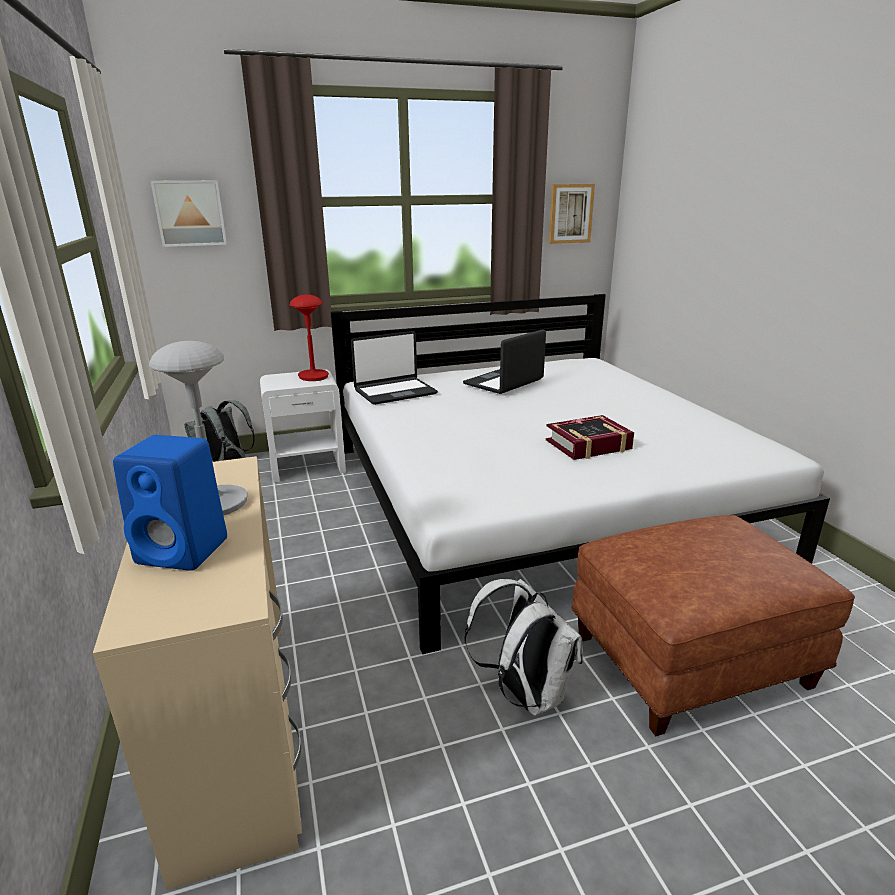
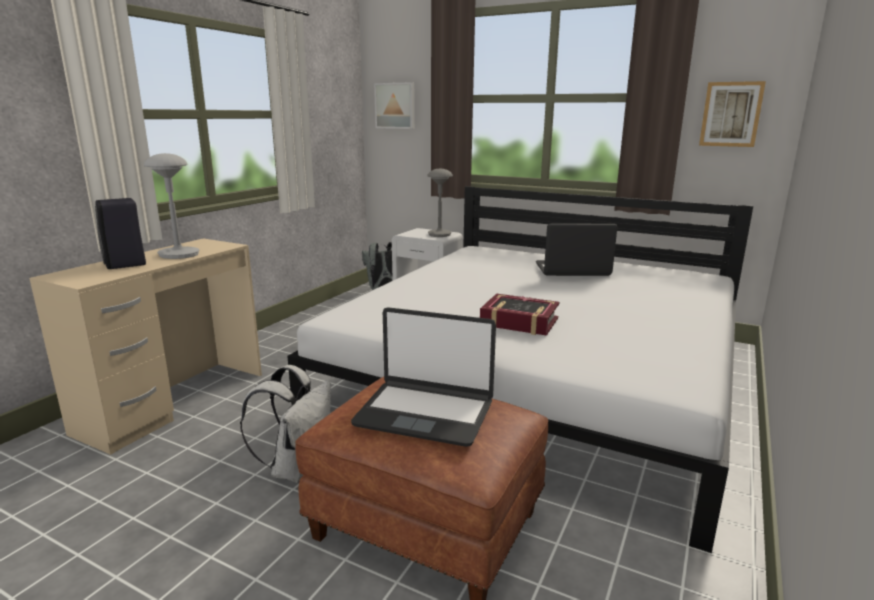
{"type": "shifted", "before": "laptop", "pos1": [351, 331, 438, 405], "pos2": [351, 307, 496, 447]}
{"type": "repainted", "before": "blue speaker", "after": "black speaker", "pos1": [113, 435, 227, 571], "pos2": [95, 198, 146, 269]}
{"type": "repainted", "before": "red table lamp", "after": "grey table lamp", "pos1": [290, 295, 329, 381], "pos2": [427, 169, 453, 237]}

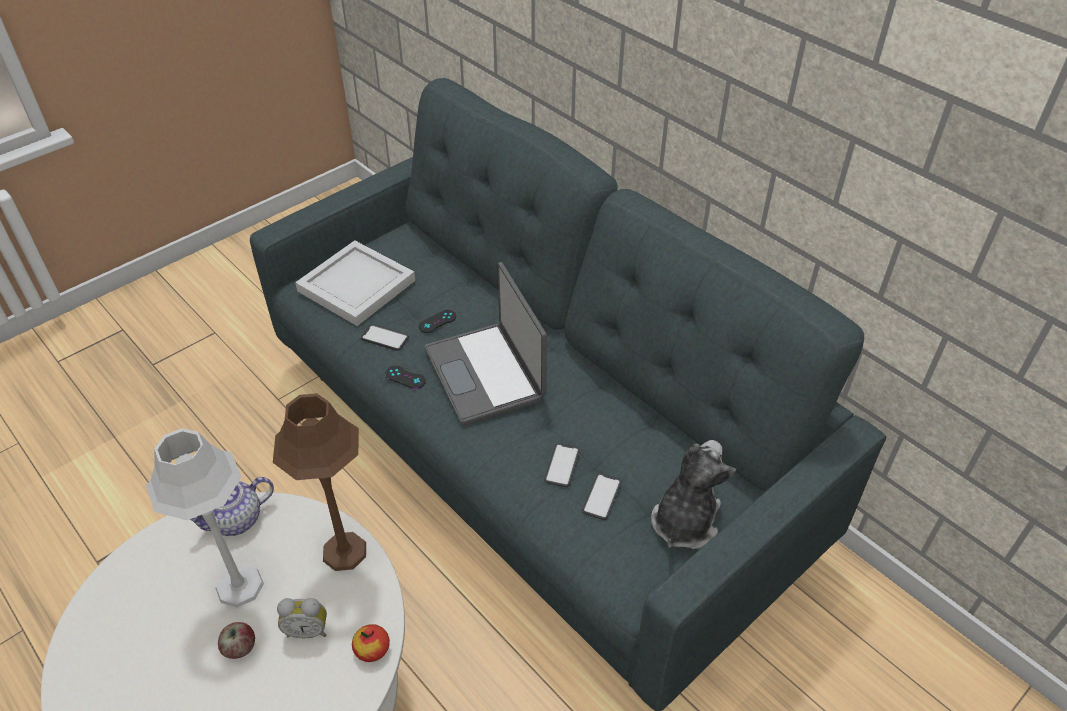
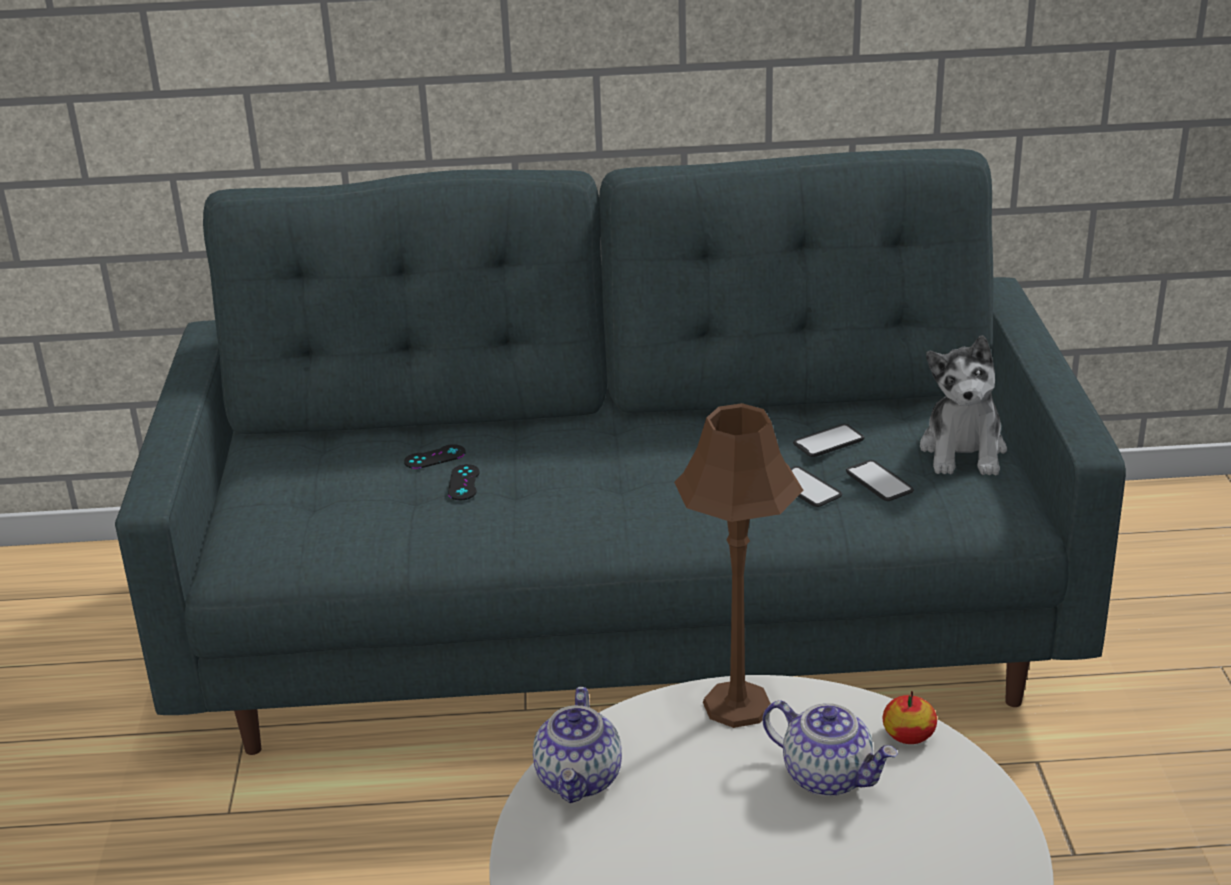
{"type": "gone", "before": "grey table lamp", "pos1": [146, 428, 264, 608]}
{"type": "gone", "before": "apple", "pos1": [218, 622, 255, 659]}
{"type": "gone", "before": "white tray", "pos1": [295, 240, 415, 326]}
{"type": "gone", "before": "laptop", "pos1": [425, 262, 547, 425]}
{"type": "shifted", "before": "phone", "pos1": [361, 324, 409, 351], "pos2": [793, 424, 865, 457]}
{"type": "shifted", "before": "black game controller", "pos1": [385, 366, 426, 389], "pos2": [404, 444, 466, 469]}
{"type": "swapped", "before": "alarm clock", "after": "teapot", "pos1": [277, 598, 327, 638], "pos2": [763, 700, 898, 796]}
{"type": "rotated", "before": "plush toy", "pos1": [651, 440, 736, 549], "pos2": [920, 335, 1007, 475], "turn": -150}

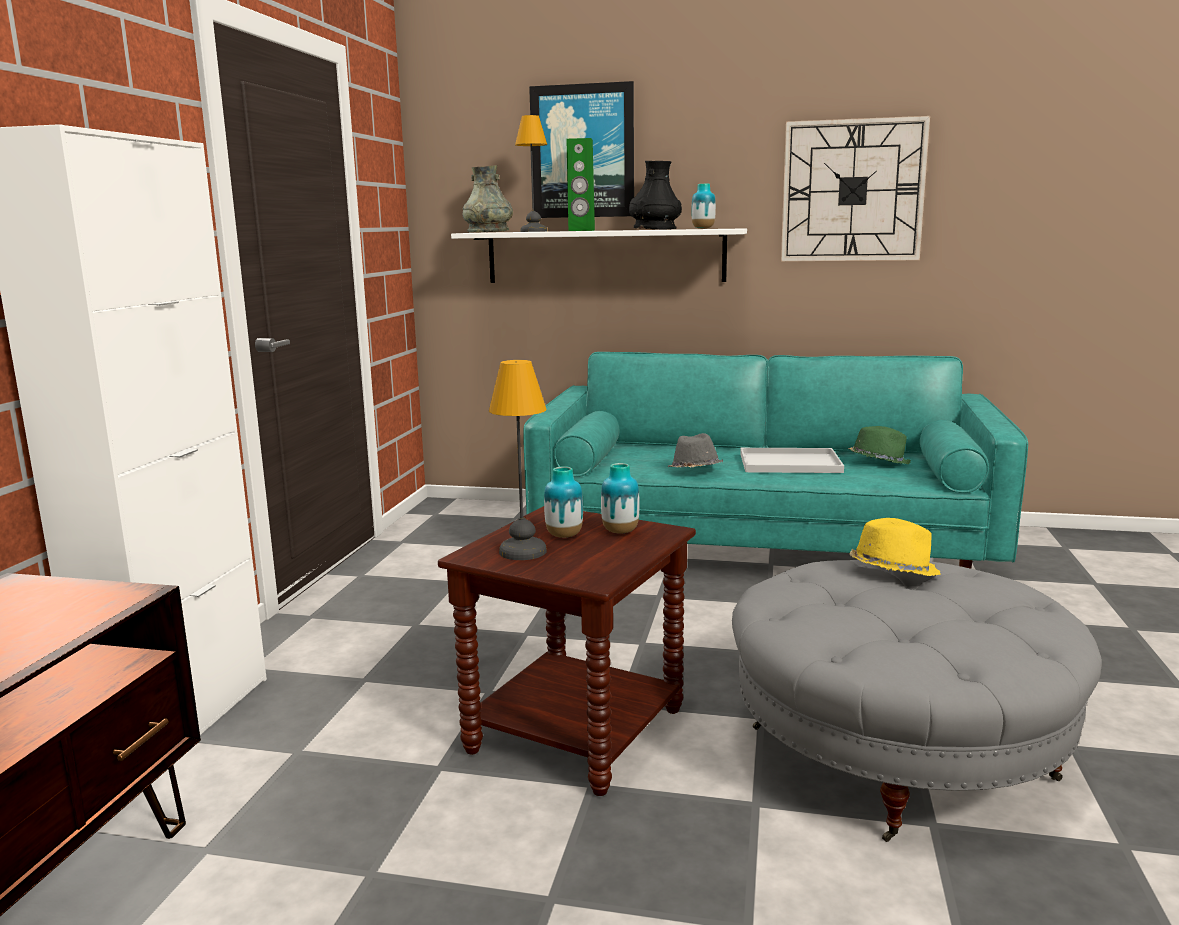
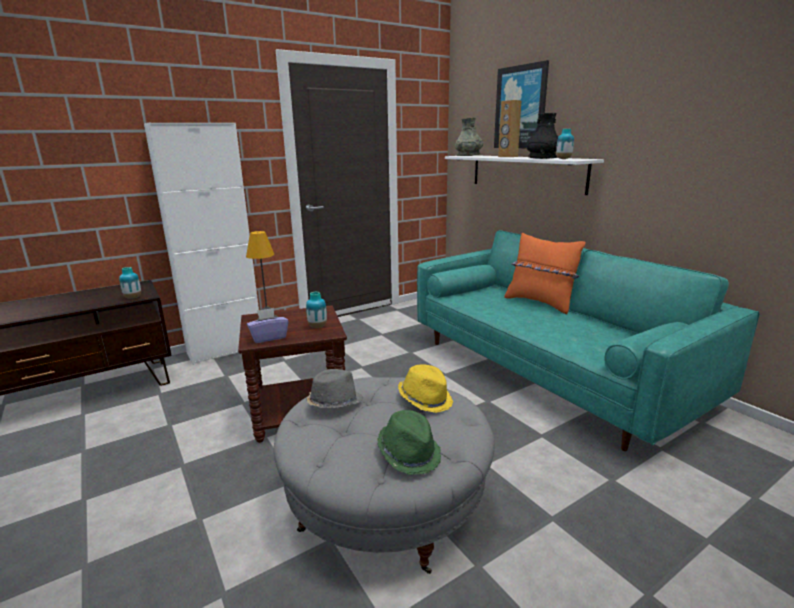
{"type": "gone", "before": "table lamp", "pos1": [515, 115, 547, 232]}
{"type": "gone", "before": "white tray", "pos1": [740, 448, 844, 473]}
{"type": "gone", "before": "wall clock", "pos1": [781, 116, 930, 261]}
{"type": "new", "after": "purple tissue box", "pos2": [247, 308, 289, 343]}
{"type": "new", "after": "orange pillow", "pos2": [504, 232, 586, 314]}
{"type": "shifted", "before": "vase", "pos1": [544, 466, 583, 538], "pos2": [119, 267, 141, 299]}
{"type": "shifted", "before": "grey hat", "pos1": [668, 433, 723, 467], "pos2": [306, 369, 363, 408]}
{"type": "shifted", "before": "green hat", "pos1": [848, 426, 911, 464], "pos2": [377, 410, 441, 475]}
{"type": "repainted", "before": "green speaker", "after": "brown speaker", "pos1": [566, 138, 595, 231], "pos2": [498, 100, 521, 157]}

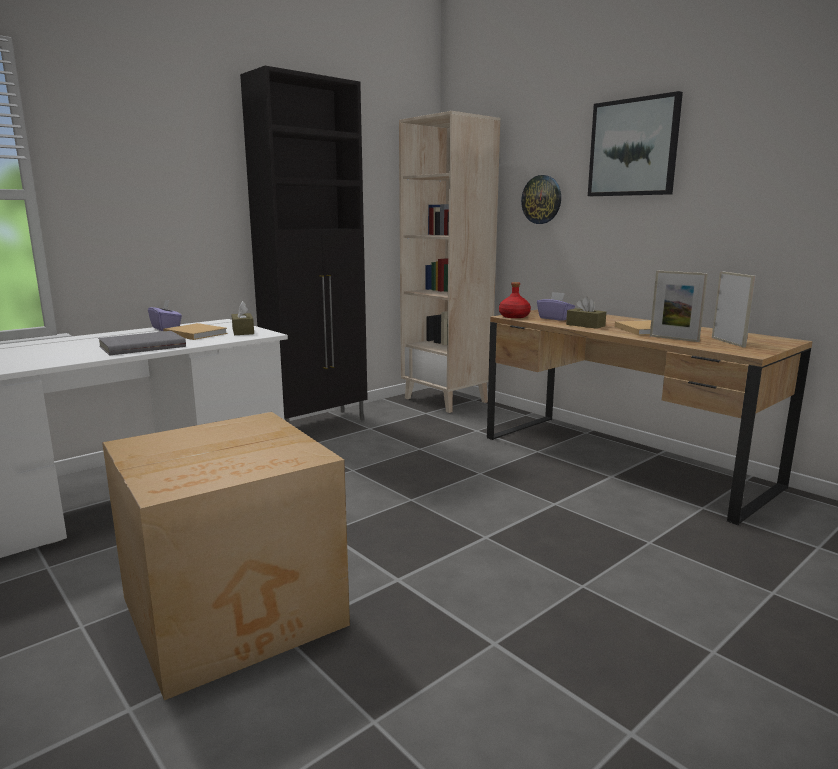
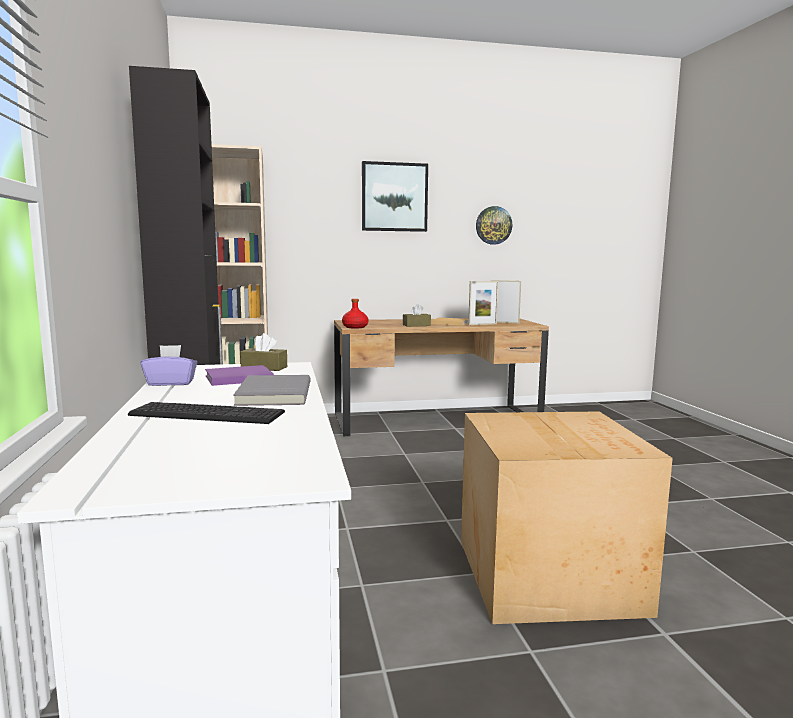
{"type": "gone", "before": "purple tissue box", "pos1": [537, 292, 575, 321]}
{"type": "new", "after": "keyboard", "pos2": [128, 402, 285, 424]}
{"type": "shifted", "before": "wall clock", "pos1": [521, 175, 561, 224], "pos2": [476, 206, 512, 245]}
{"type": "repainted", "before": "beige book", "after": "purple book", "pos1": [163, 323, 228, 340], "pos2": [205, 365, 274, 386]}

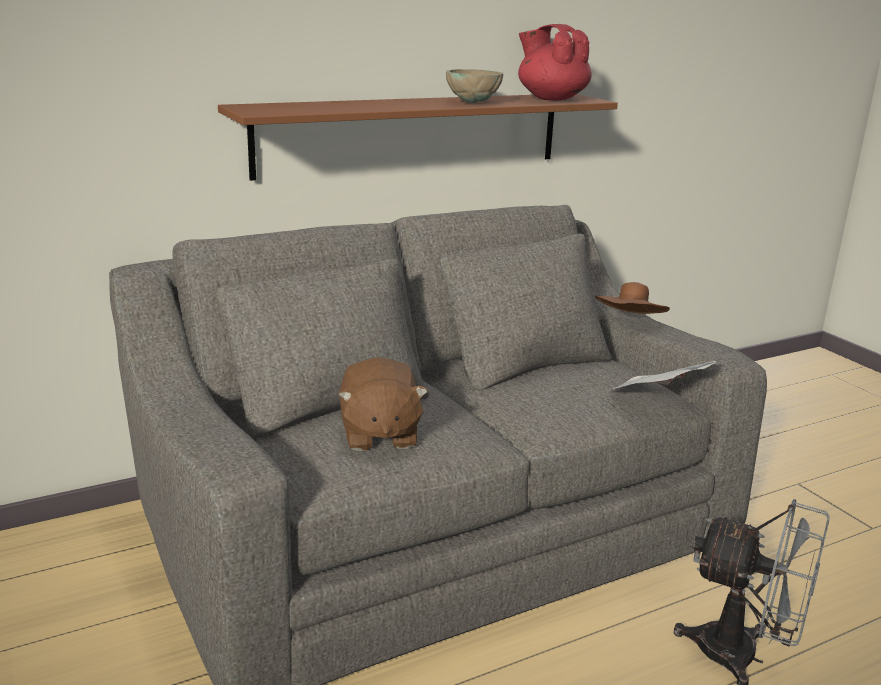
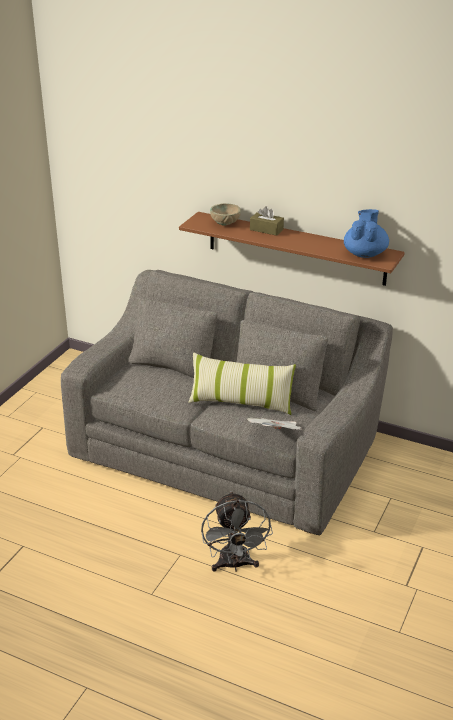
{"type": "gone", "before": "brown plush toy", "pos1": [338, 357, 428, 451]}
{"type": "gone", "before": "brown hat", "pos1": [595, 282, 670, 314]}
{"type": "new", "after": "pillow", "pos2": [188, 352, 296, 415]}
{"type": "new", "after": "brown tissue box", "pos2": [250, 206, 284, 236]}
{"type": "shifted", "before": "beige bowl", "pos1": [446, 69, 503, 103], "pos2": [210, 203, 241, 226]}
{"type": "repainted", "before": "red teapot", "after": "blue teapot", "pos1": [518, 24, 592, 101], "pos2": [344, 209, 389, 258]}

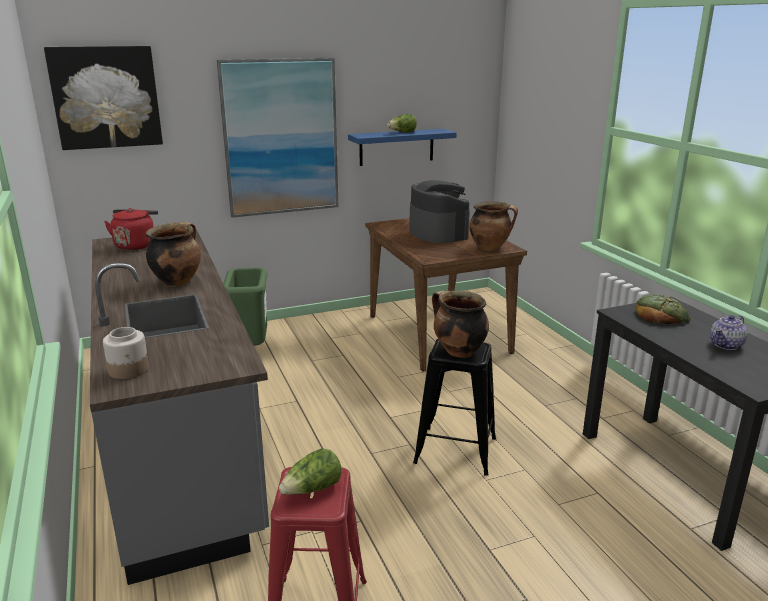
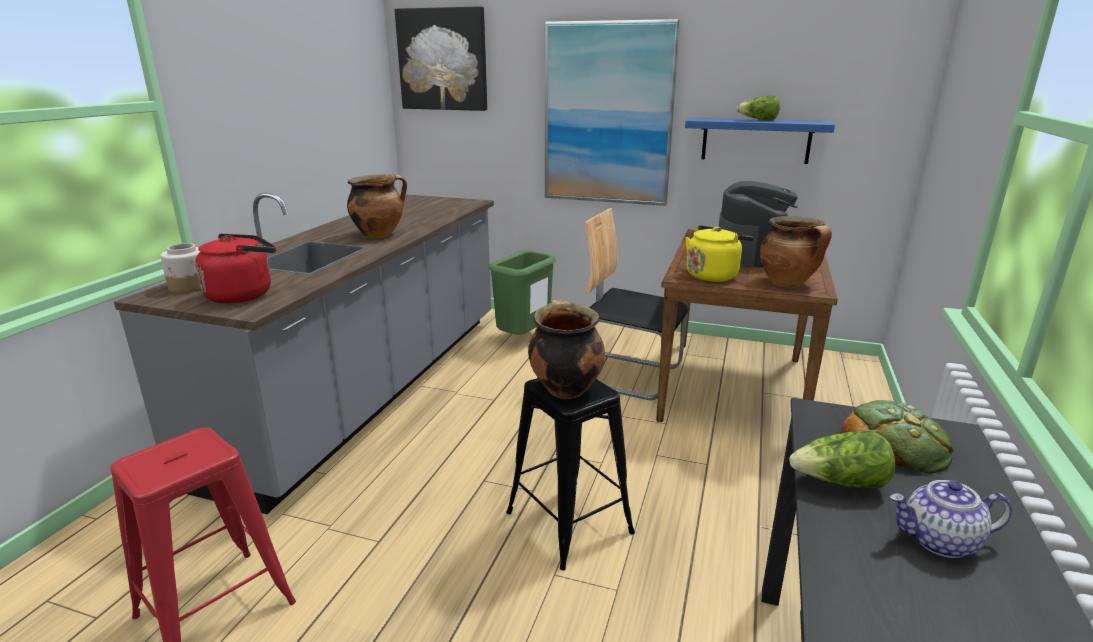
{"type": "new", "after": "chair", "pos2": [584, 208, 688, 400]}
{"type": "new", "after": "yellow kettle", "pos2": [685, 225, 754, 282]}
{"type": "shifted", "before": "red kettle", "pos1": [104, 208, 158, 250], "pos2": [195, 234, 276, 304]}
{"type": "shifted", "before": "lettuce", "pos1": [279, 448, 342, 495], "pos2": [789, 431, 895, 488]}

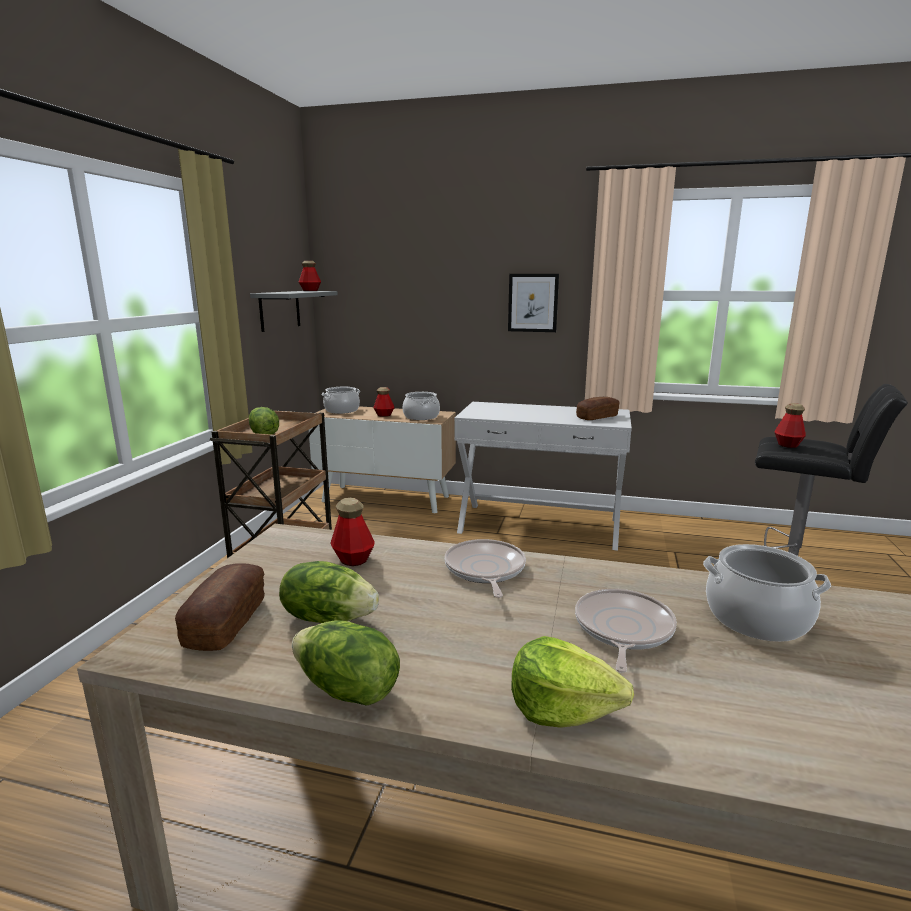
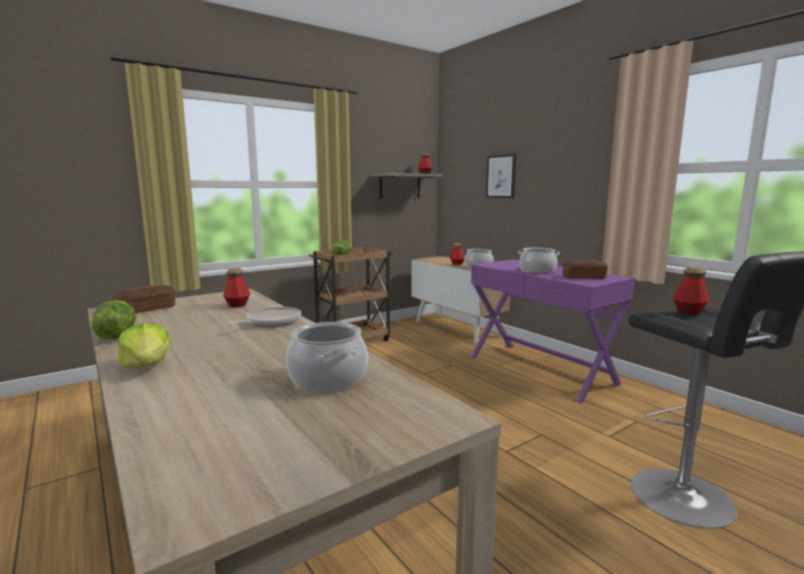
{"type": "gone", "before": "lettuce", "pos1": [279, 561, 379, 623]}
{"type": "gone", "before": "frying pan", "pos1": [575, 589, 677, 672]}
{"type": "shifted", "before": "cooking pot", "pos1": [322, 387, 360, 414], "pos2": [518, 247, 560, 274]}
{"type": "shifted", "before": "picture", "pos1": [508, 274, 559, 332], "pos2": [486, 154, 516, 198]}
{"type": "repainted", "before": "white console table", "after": "purple console table", "pos1": [454, 402, 632, 551], "pos2": [470, 259, 635, 403]}

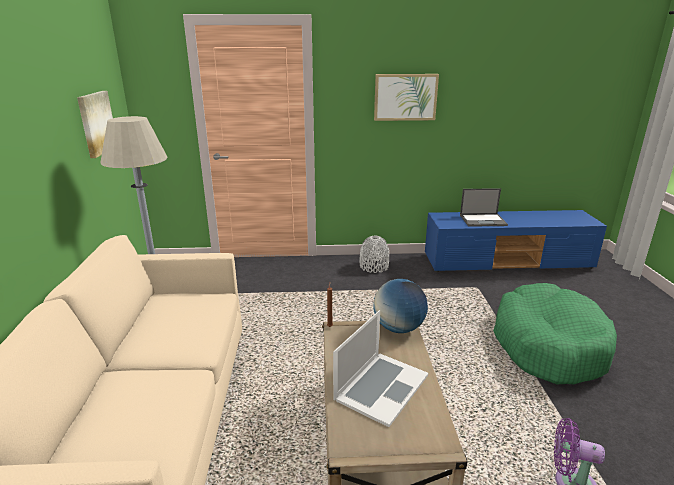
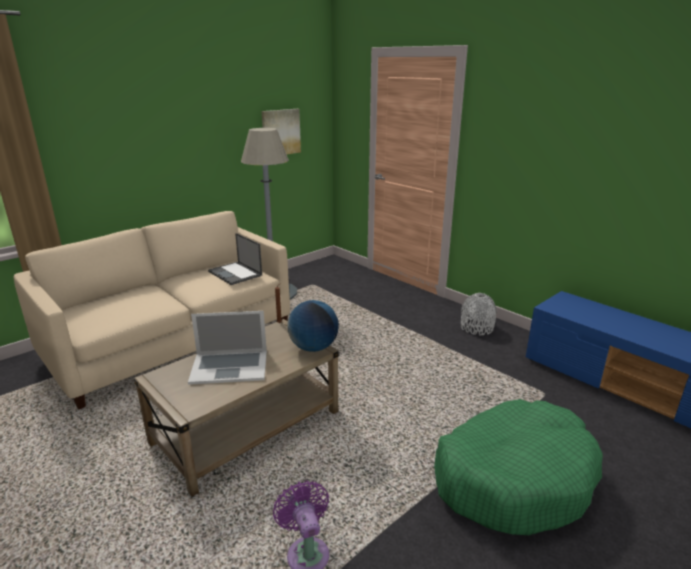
{"type": "gone", "before": "picture", "pos1": [374, 74, 439, 121]}
{"type": "shifted", "before": "laptop", "pos1": [460, 188, 508, 227], "pos2": [208, 233, 262, 285]}

